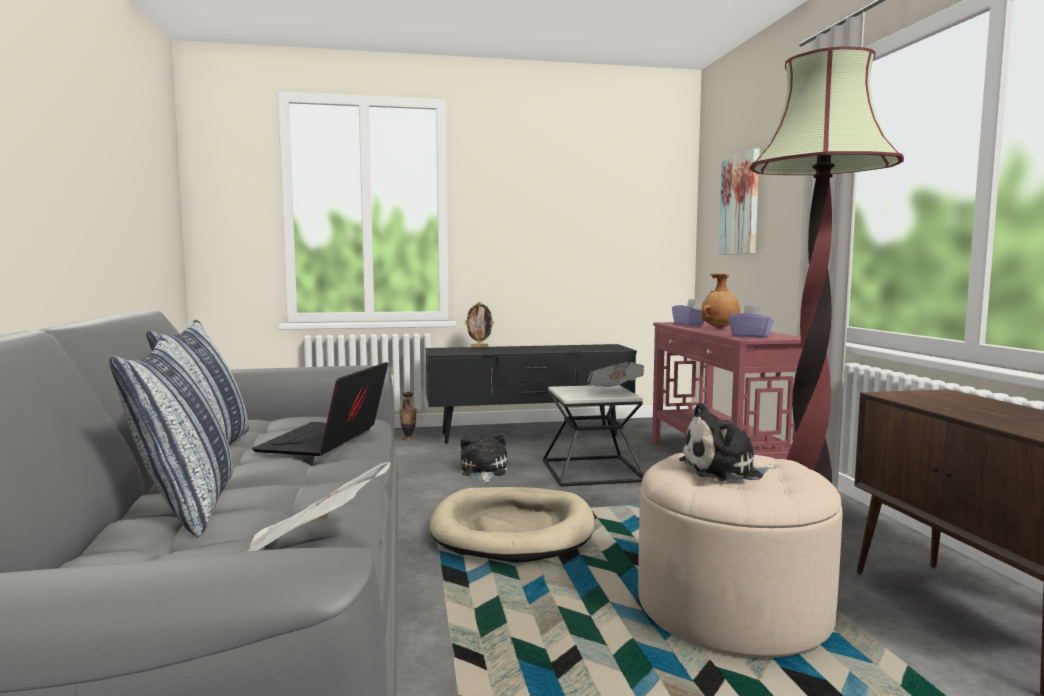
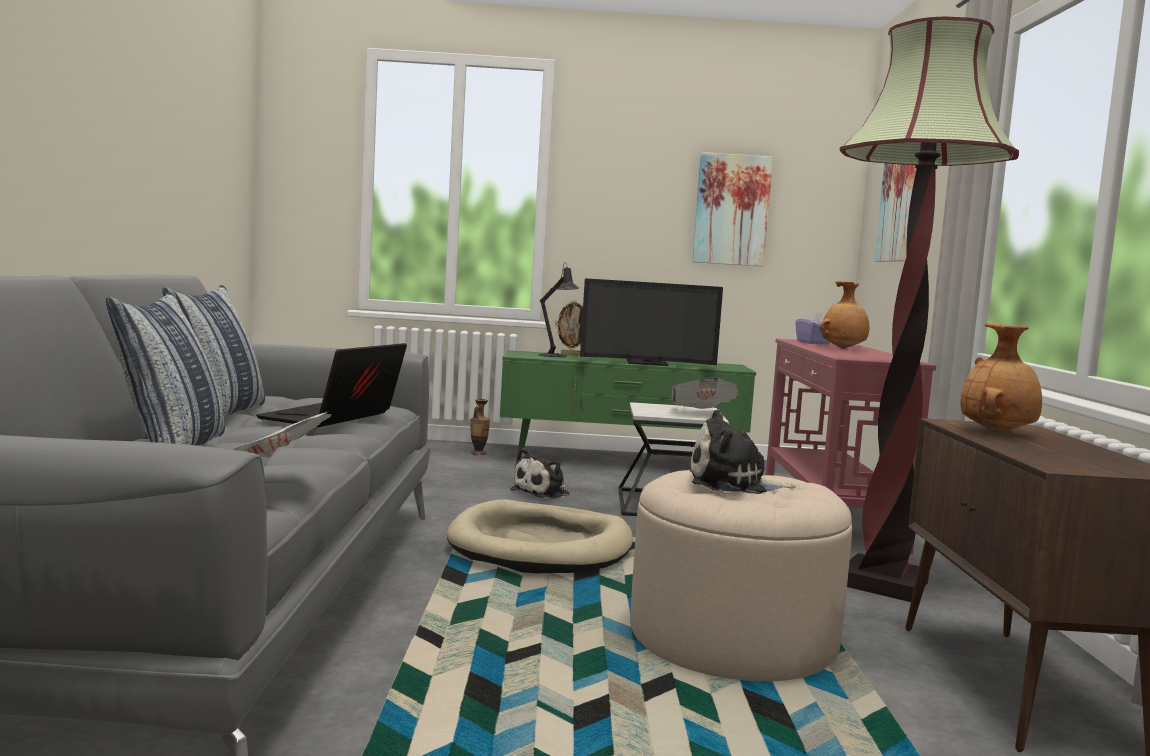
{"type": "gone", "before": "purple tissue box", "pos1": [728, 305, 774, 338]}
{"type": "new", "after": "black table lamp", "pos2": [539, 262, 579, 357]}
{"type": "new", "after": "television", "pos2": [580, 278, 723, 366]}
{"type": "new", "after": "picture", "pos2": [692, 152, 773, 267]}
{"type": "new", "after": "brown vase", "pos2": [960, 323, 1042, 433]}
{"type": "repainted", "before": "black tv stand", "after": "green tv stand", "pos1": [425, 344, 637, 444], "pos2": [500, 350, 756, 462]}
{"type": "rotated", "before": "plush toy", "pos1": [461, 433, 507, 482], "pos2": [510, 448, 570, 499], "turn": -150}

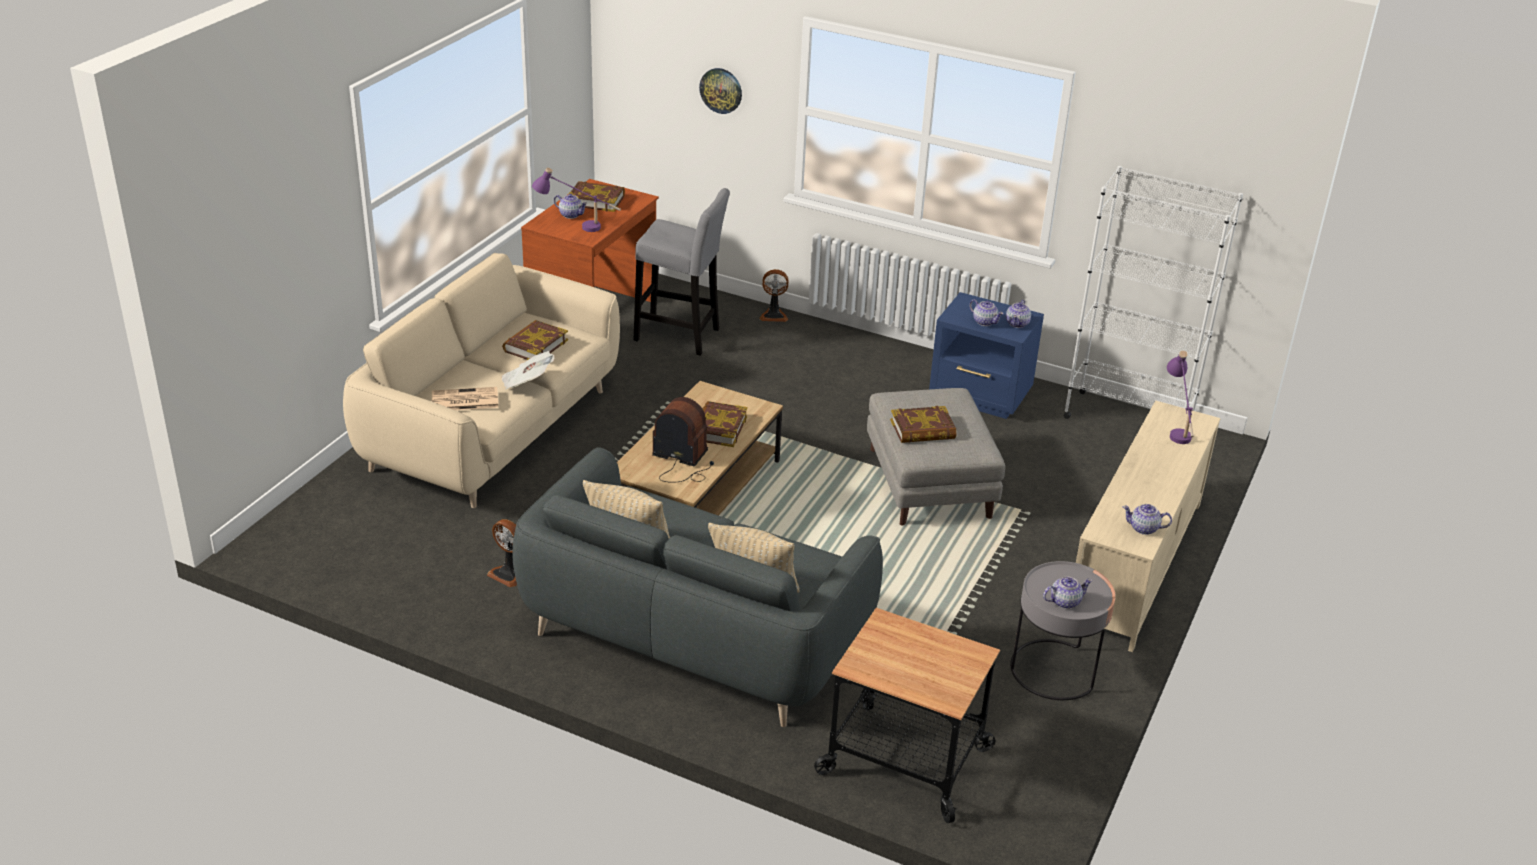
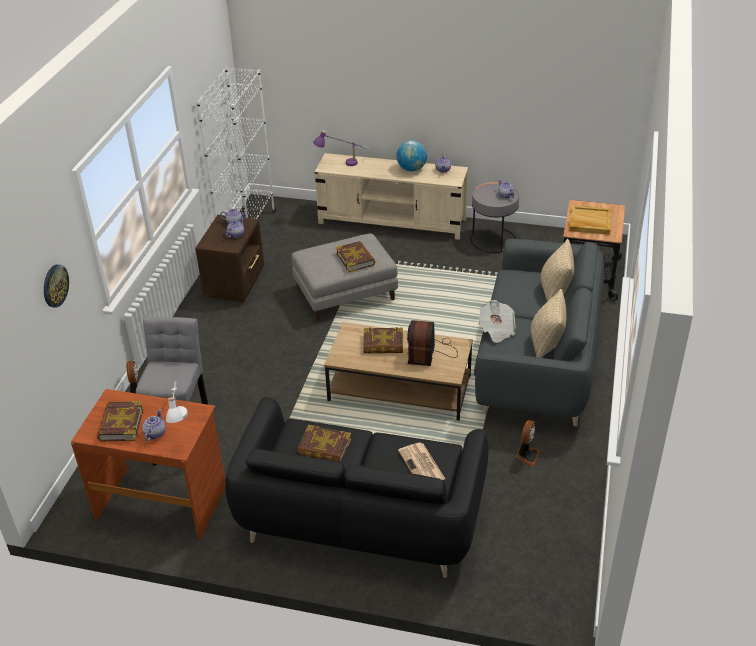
{"type": "new", "after": "globe", "pos2": [396, 140, 427, 171]}
{"type": "new", "after": "beige tray", "pos2": [569, 205, 611, 235]}
{"type": "shifted", "before": "newspaper", "pos1": [502, 351, 554, 390], "pos2": [479, 300, 516, 343]}
{"type": "repainted", "before": "beige sofa", "after": "black sofa", "pos1": [343, 253, 620, 508], "pos2": [225, 397, 488, 578]}
{"type": "repainted", "before": "purple table lamp", "after": "white table lamp", "pos1": [532, 168, 621, 232], "pos2": [166, 381, 188, 423]}
{"type": "repainted", "before": "blue nightstand", "after": "brown nightstand", "pos1": [929, 292, 1044, 419], "pos2": [195, 215, 264, 302]}

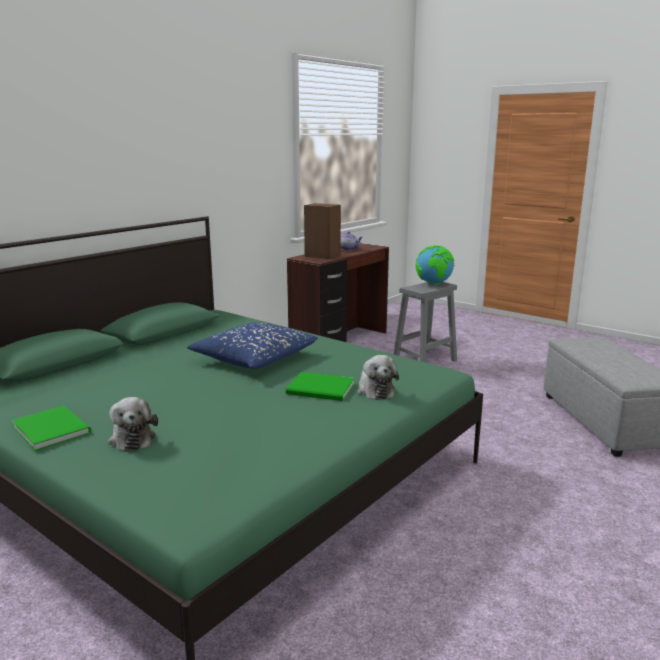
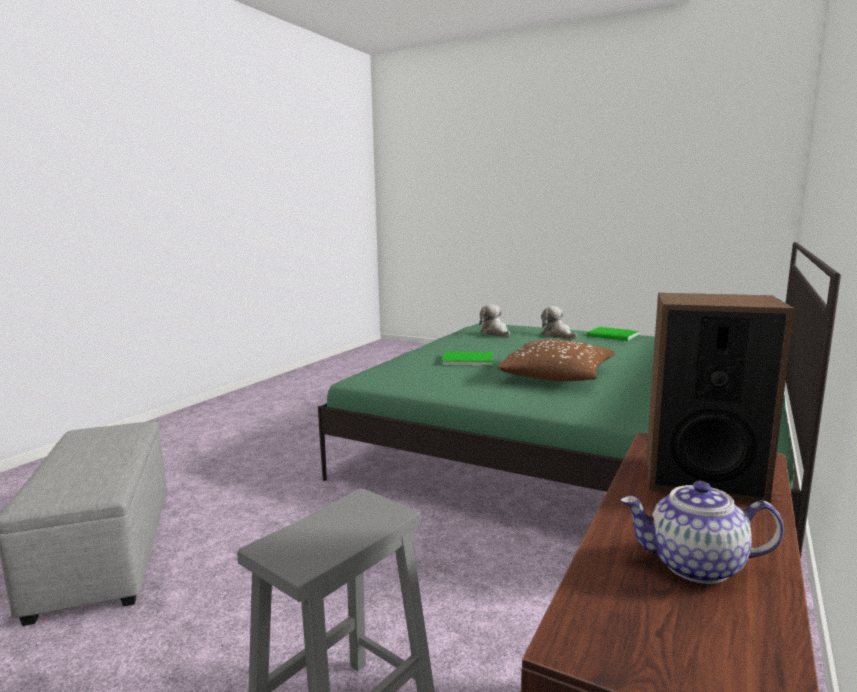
{"type": "gone", "before": "globe", "pos1": [415, 245, 454, 285]}
{"type": "shifted", "before": "plush toy", "pos1": [358, 355, 399, 400], "pos2": [479, 304, 510, 337]}
{"type": "repainted", "before": "blue pillow", "after": "brown pillow", "pos1": [187, 323, 318, 369], "pos2": [497, 340, 615, 381]}

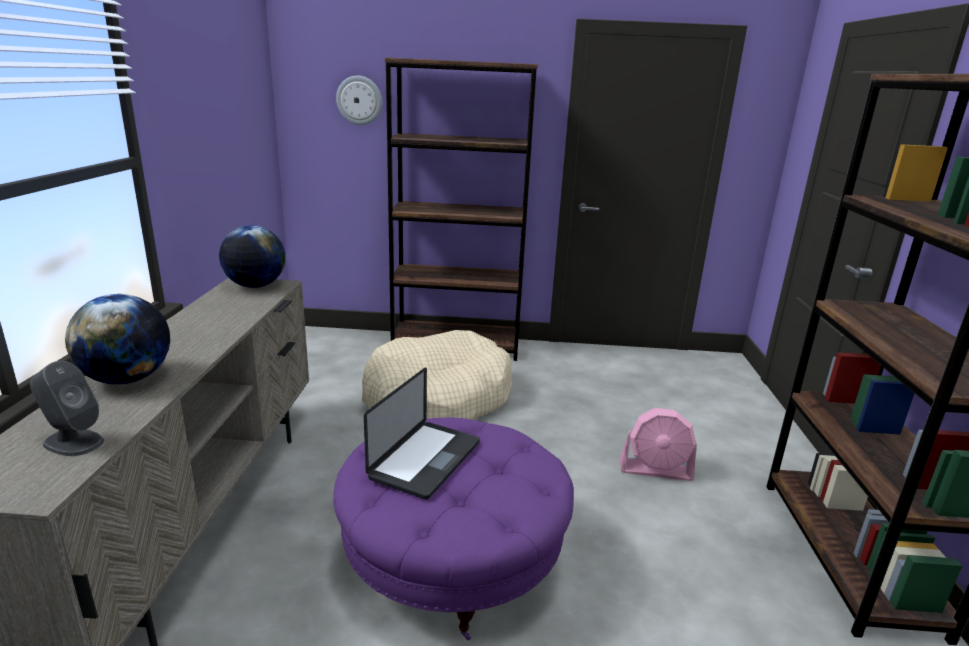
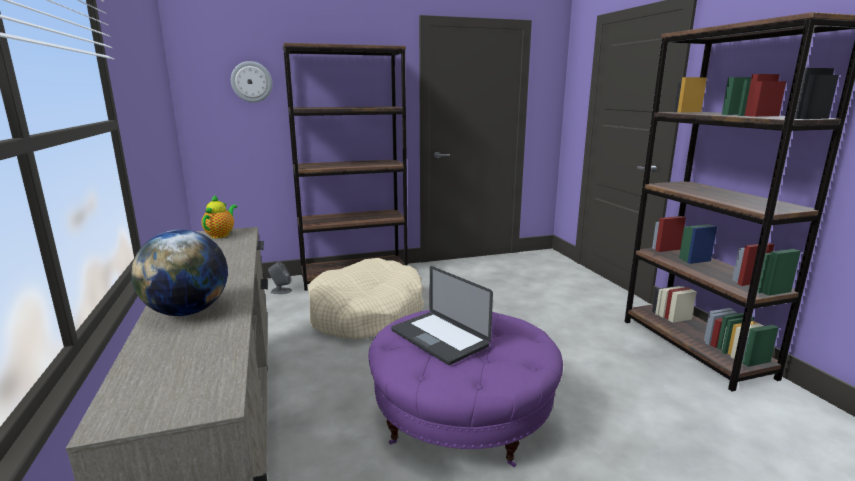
{"type": "gone", "before": "pink fan", "pos1": [620, 408, 697, 481]}
{"type": "shifted", "before": "grey speaker", "pos1": [30, 361, 104, 456], "pos2": [268, 262, 292, 294]}
{"type": "swapped", "before": "globe", "after": "teapot", "pos1": [219, 225, 285, 288], "pos2": [202, 195, 237, 238]}
{"type": "rotated", "before": "laptop", "pos1": [364, 367, 480, 500], "pos2": [391, 266, 493, 365], "turn": 135}

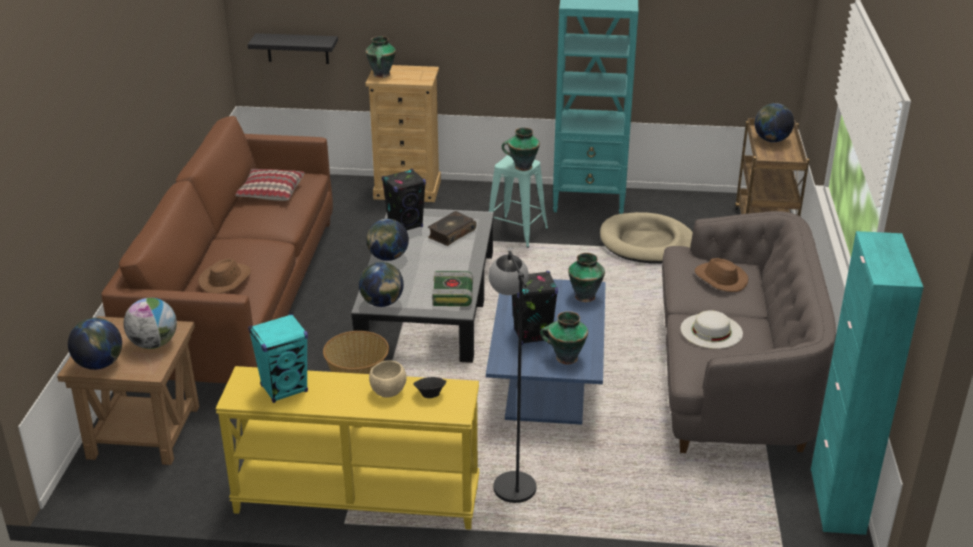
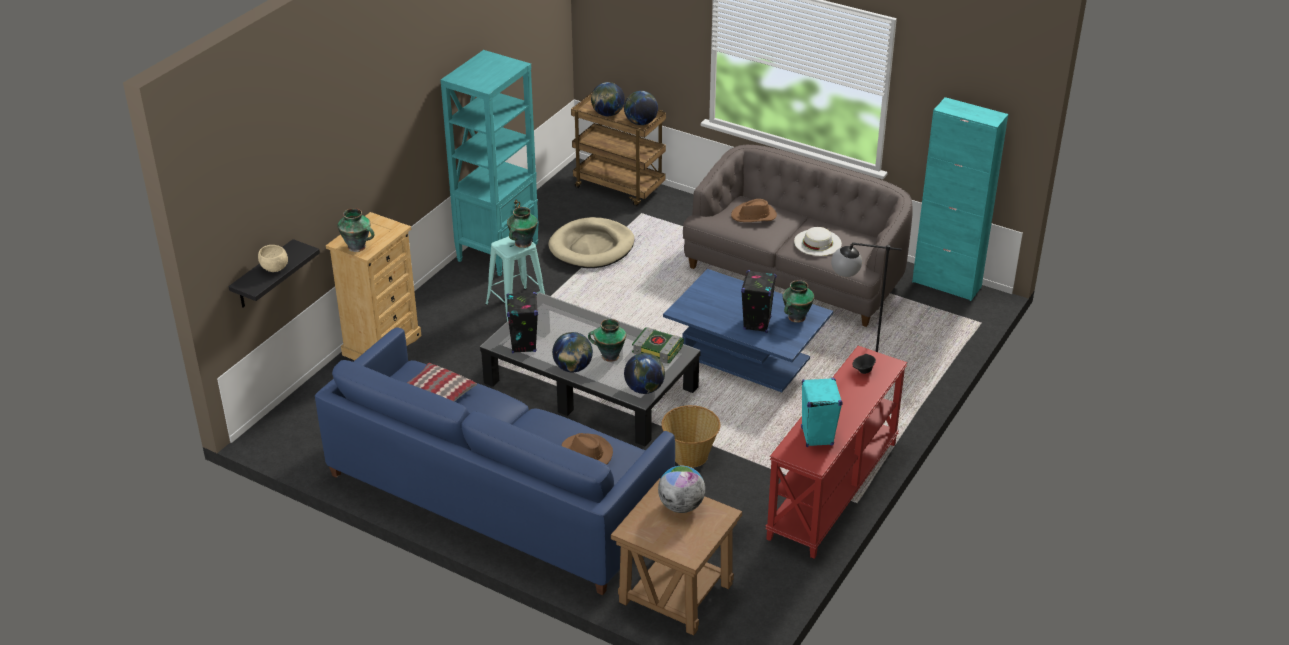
{"type": "gone", "before": "book", "pos1": [428, 211, 476, 246]}
{"type": "shifted", "before": "globe", "pos1": [68, 318, 122, 370], "pos2": [624, 91, 658, 125]}
{"type": "shifted", "before": "beige bowl", "pos1": [369, 360, 407, 397], "pos2": [258, 245, 288, 272]}
{"type": "shifted", "before": "vase", "pos1": [568, 253, 605, 302], "pos2": [588, 319, 626, 362]}
{"type": "repainted", "before": "brown sofa", "after": "blue sofa", "pos1": [101, 116, 333, 383], "pos2": [315, 327, 675, 595]}
{"type": "repainted", "before": "yellow console table", "after": "red console table", "pos1": [215, 366, 479, 530], "pos2": [765, 346, 907, 559]}

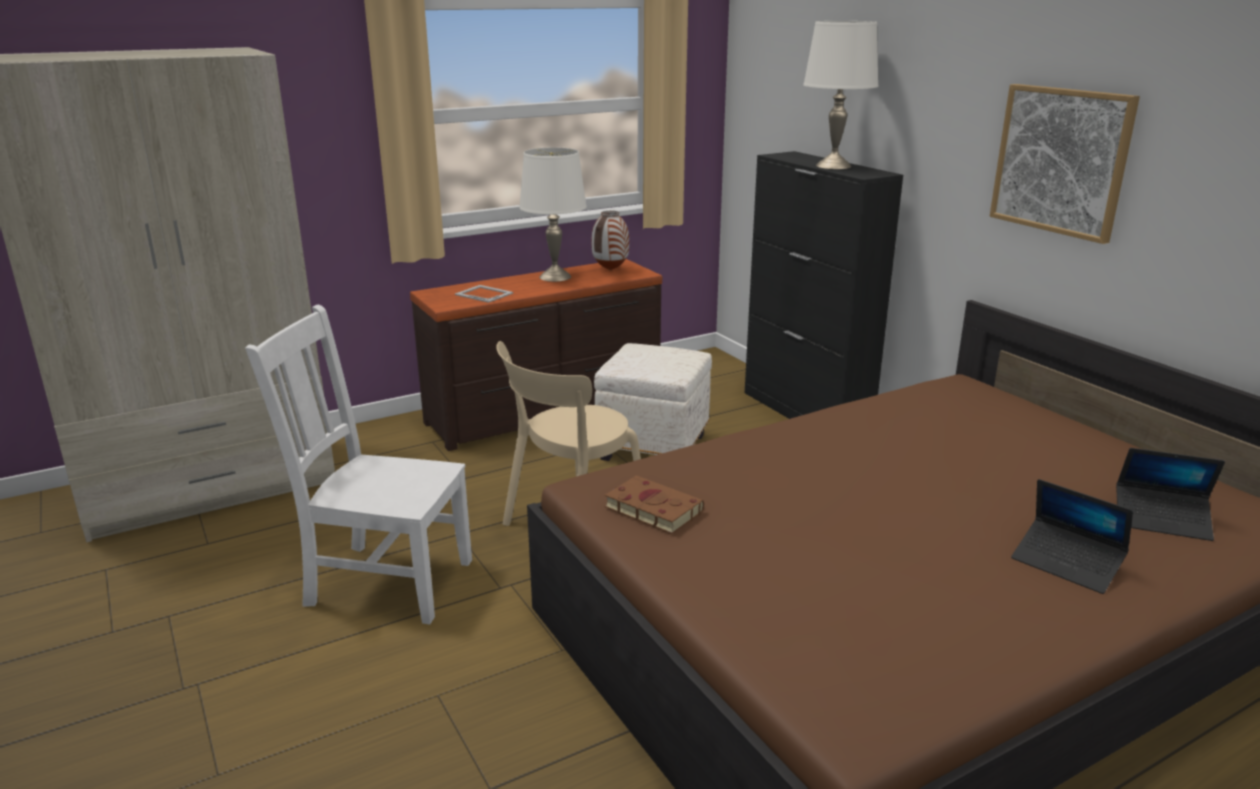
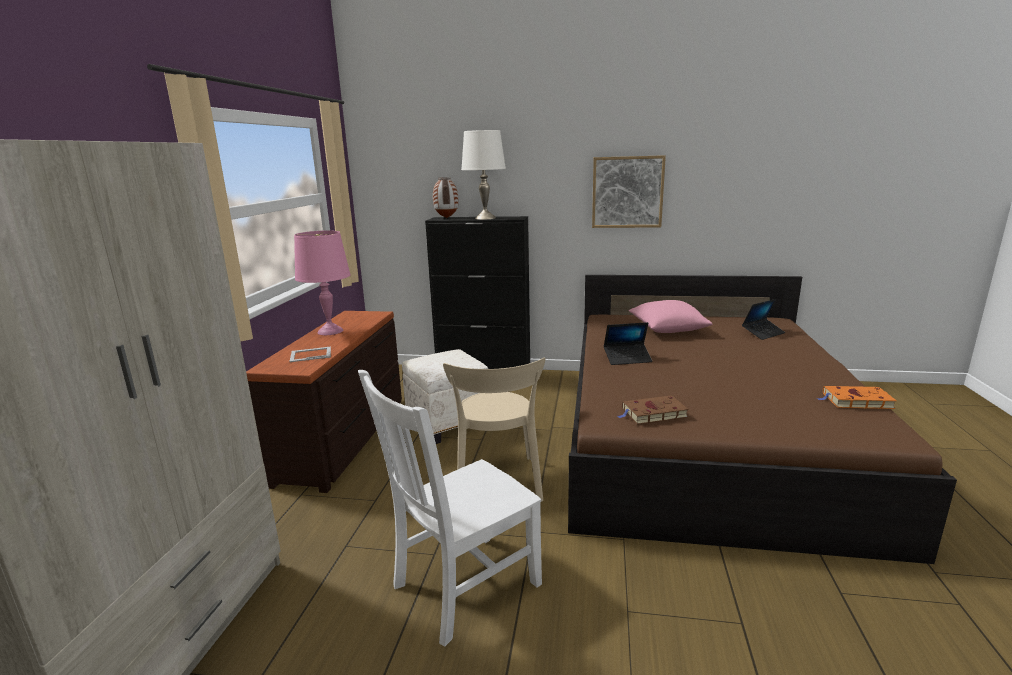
{"type": "new", "after": "pink pillow", "pos2": [629, 300, 712, 333]}
{"type": "new", "after": "orange book", "pos2": [817, 386, 897, 409]}
{"type": "shifted", "before": "vase", "pos1": [591, 211, 629, 270], "pos2": [433, 177, 458, 218]}
{"type": "shifted", "before": "laptop", "pos1": [1011, 479, 1133, 594], "pos2": [604, 322, 652, 365]}
{"type": "repainted", "before": "white table lamp", "after": "pink table lamp", "pos1": [519, 147, 587, 282], "pos2": [294, 230, 351, 335]}

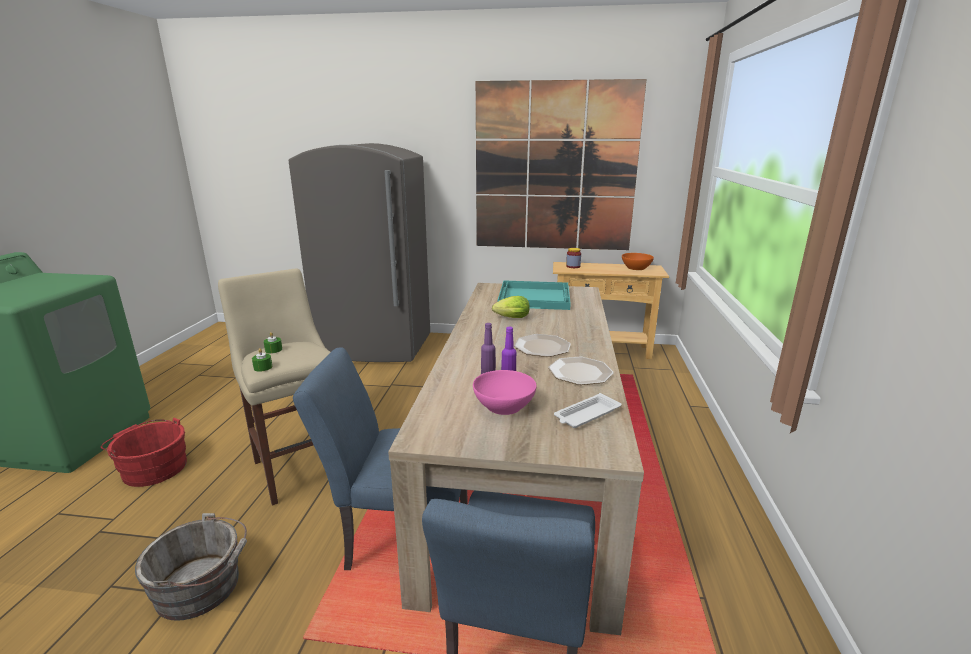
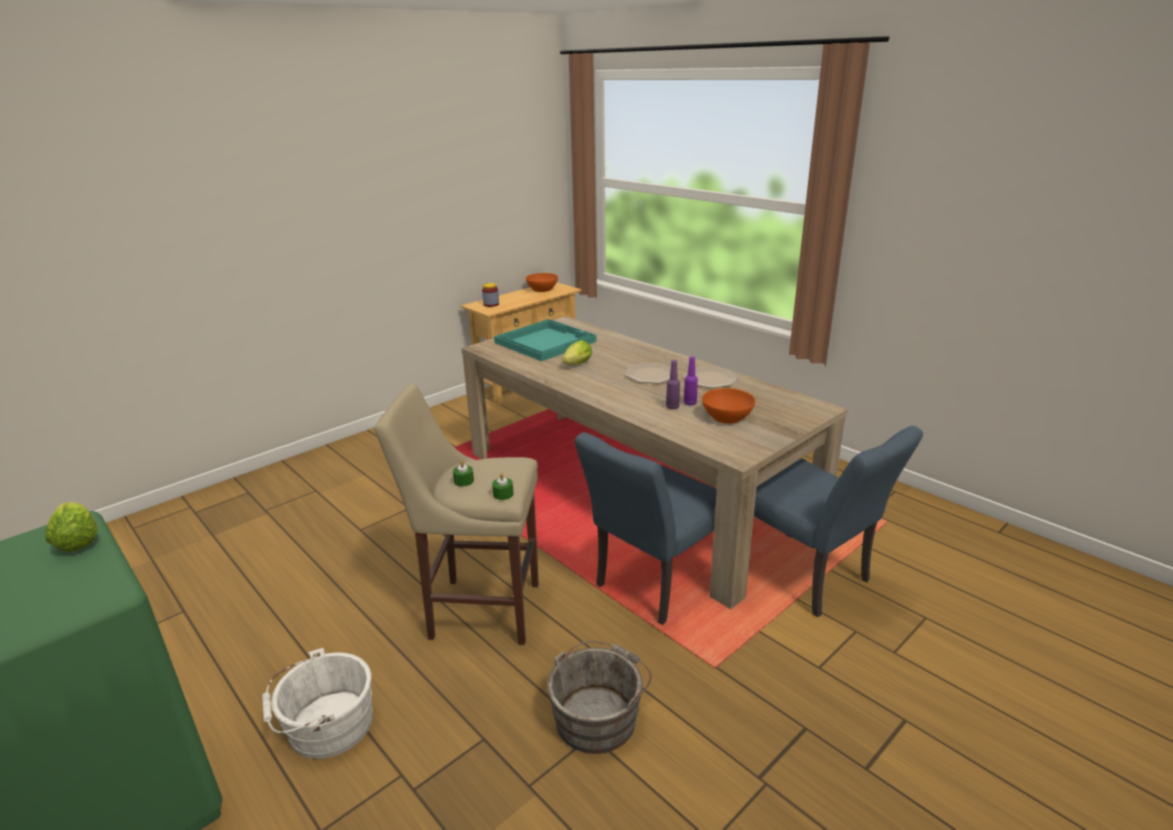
{"type": "gone", "before": "grey fridge", "pos1": [289, 143, 430, 362]}
{"type": "gone", "before": "picture", "pos1": [476, 79, 647, 250]}
{"type": "gone", "before": "white tray", "pos1": [554, 393, 621, 428]}
{"type": "new", "after": "lettuce", "pos2": [45, 502, 98, 552]}
{"type": "repainted", "before": "red bucket", "after": "white bucket", "pos1": [101, 418, 187, 487], "pos2": [262, 648, 373, 759]}
{"type": "repainted", "before": "pink bowl", "after": "orange bowl", "pos1": [473, 370, 536, 415], "pos2": [702, 388, 755, 424]}

